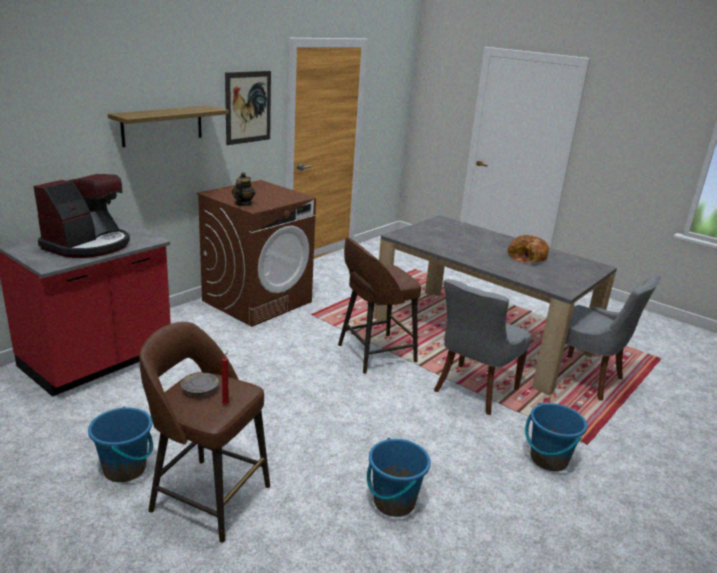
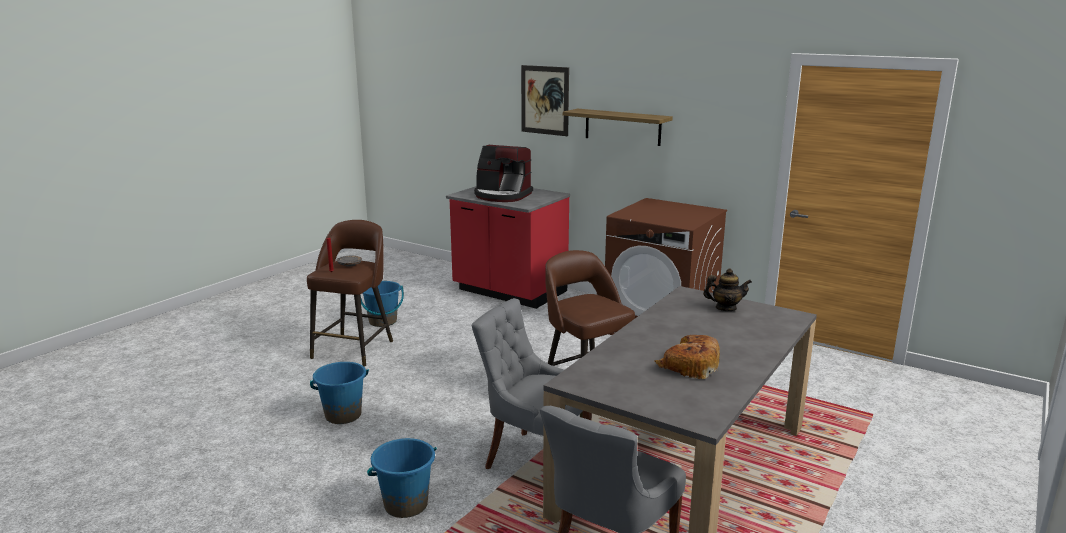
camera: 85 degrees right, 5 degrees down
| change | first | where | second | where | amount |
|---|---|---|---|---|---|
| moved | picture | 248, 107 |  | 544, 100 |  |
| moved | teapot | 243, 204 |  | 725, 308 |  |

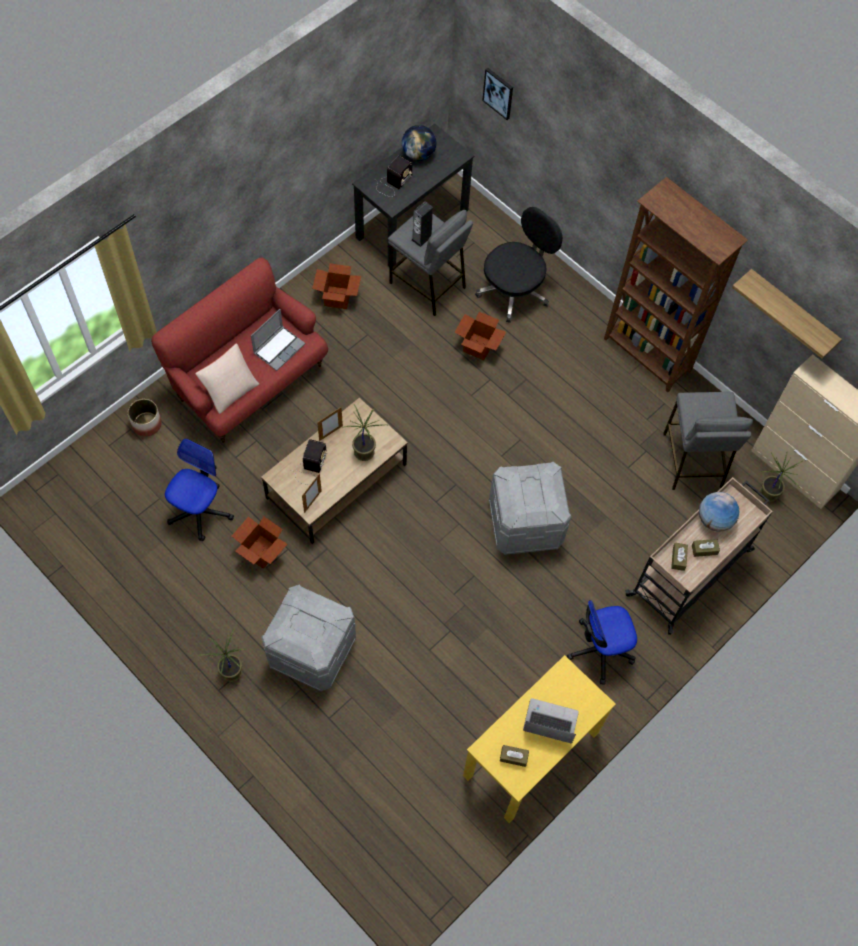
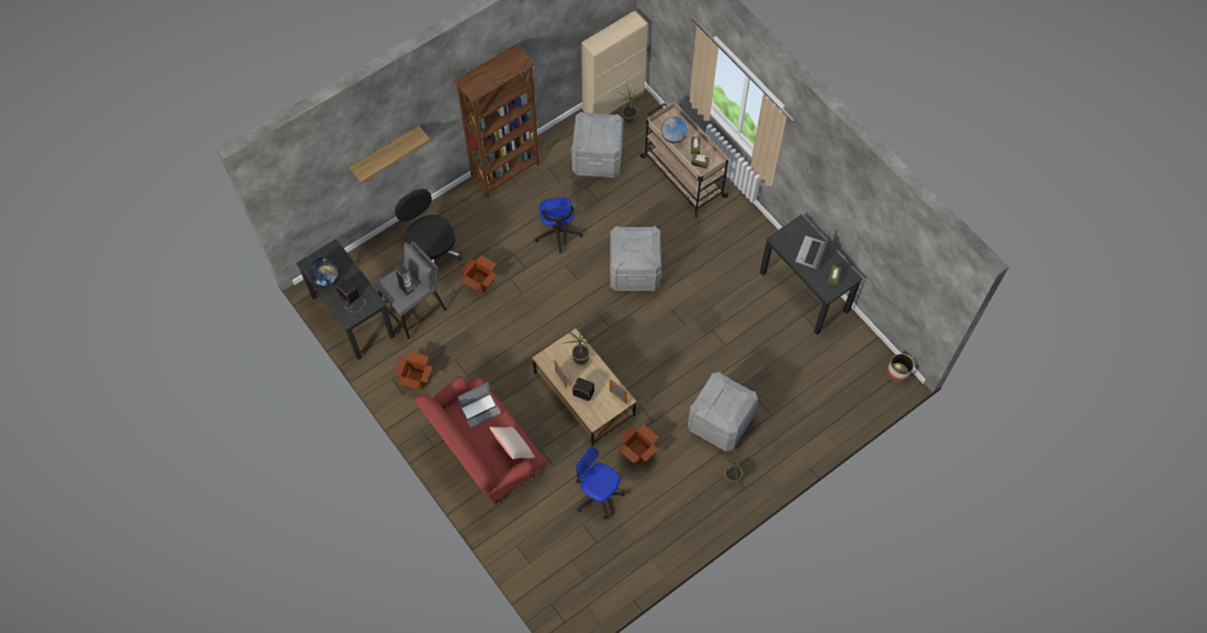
camera: 80 degrees left, 0 degrees up
| change | first | where | second | where | amount |
|---|---|---|---|---|---|
| moved | planter | 147, 424 |  | 897, 372 |  |
| turned | laptop | 279, 348 |  | 480, 409 | 105 degrees clockwise |
| recoloured | yellow desk | 531, 754 | black desk | 804, 292 |  |
| removed | picture | 498, 93 |  |  |  |
| moved | office chair | 600, 650 |  | 558, 233 |  |
| replaced | grey stool | 692, 461 | grey storage box | 597, 159 |  |
| moved | shelf | 791, 312 |  | 385, 152 |  |

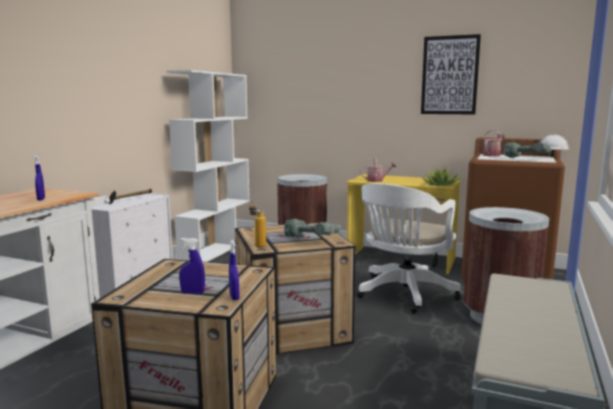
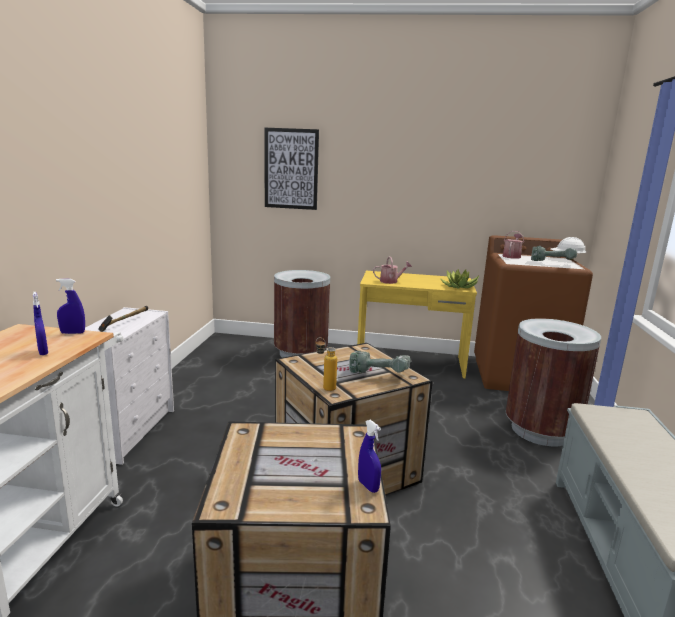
camera: 15 degrees left, 5 degrees up
| change | first | where | second | where | amount |
|---|---|---|---|---|---|
| removed | white bookcase | 216, 249 |  |  |  |
| moved | blue spray bottle | 192, 293 |  | 73, 333 |  |
| removed | white office chair | 403, 294 |  |  |  |
| moved | picture | 449, 75 |  | 291, 169 |  |

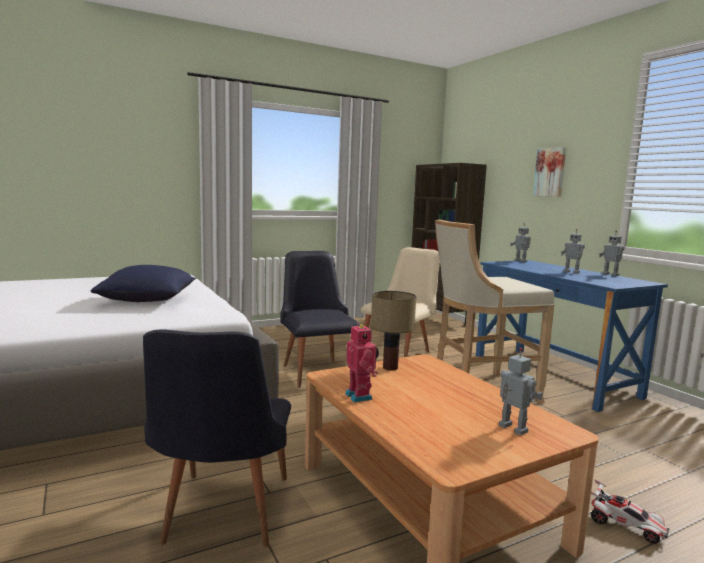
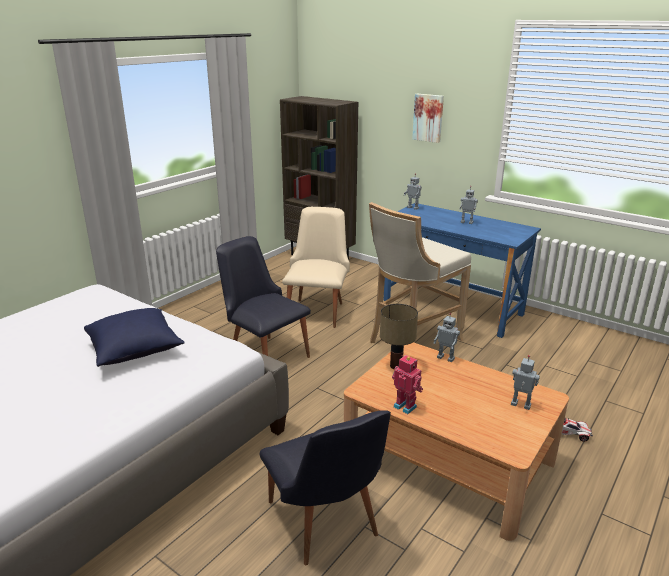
camera: 25 degrees left, 15 degrees up
| change | first | where | second | where | amount |
|---|---|---|---|---|---|
| moved | toy robot | 611, 274 |  | 446, 358 |  |

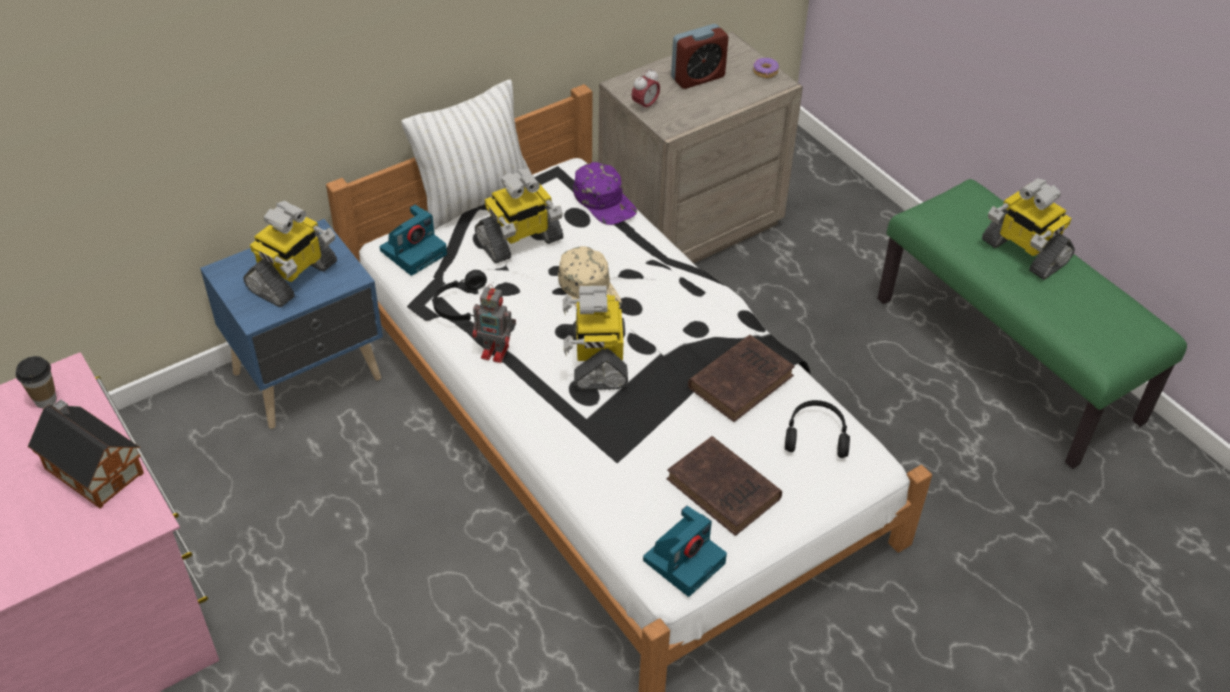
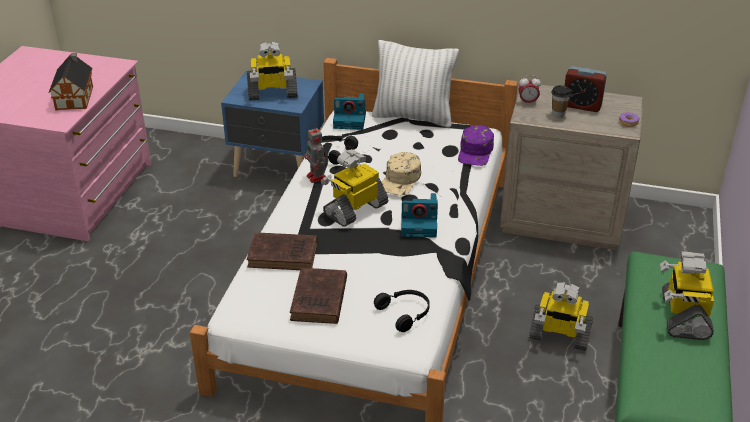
camera: 50 degrees right, 10 degrees down
| change | first | where | second | where | amount |
|---|---|---|---|---|---|
| moved | cup | 45, 400 |  | 558, 114 |  |
| moved | toy robot | 519, 241 |  | 559, 335 |  |
| moved | photo camera | 684, 560 |  | 420, 225 |  |
| moved | brown book | 742, 380 |  | 285, 255 |  |

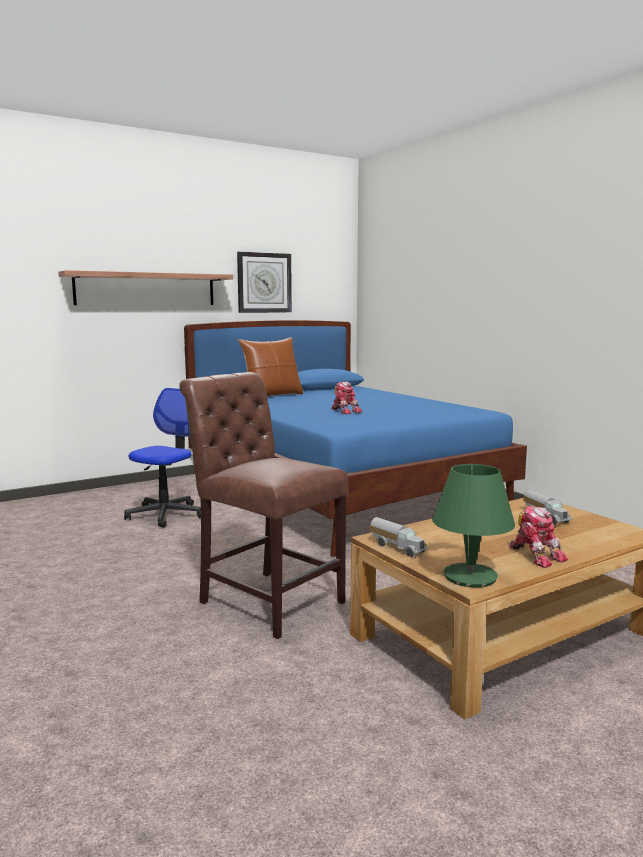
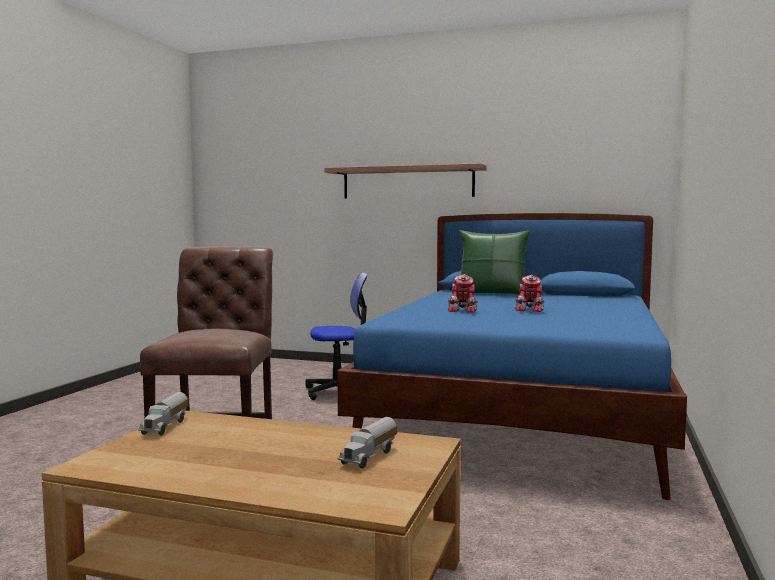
camera: 50 degrees right, 5 degrees down
| change | first | where | second | where | amount |
|---|---|---|---|---|---|
| removed | wall clock | 264, 283 |  |  |  |
| recoloured | brown pillow | 272, 395 | green pillow | 492, 294 |  |
| removed | green table lamp | 471, 576 |  |  |  |
| moved | toy robot | 536, 555 |  | 531, 309 |  |

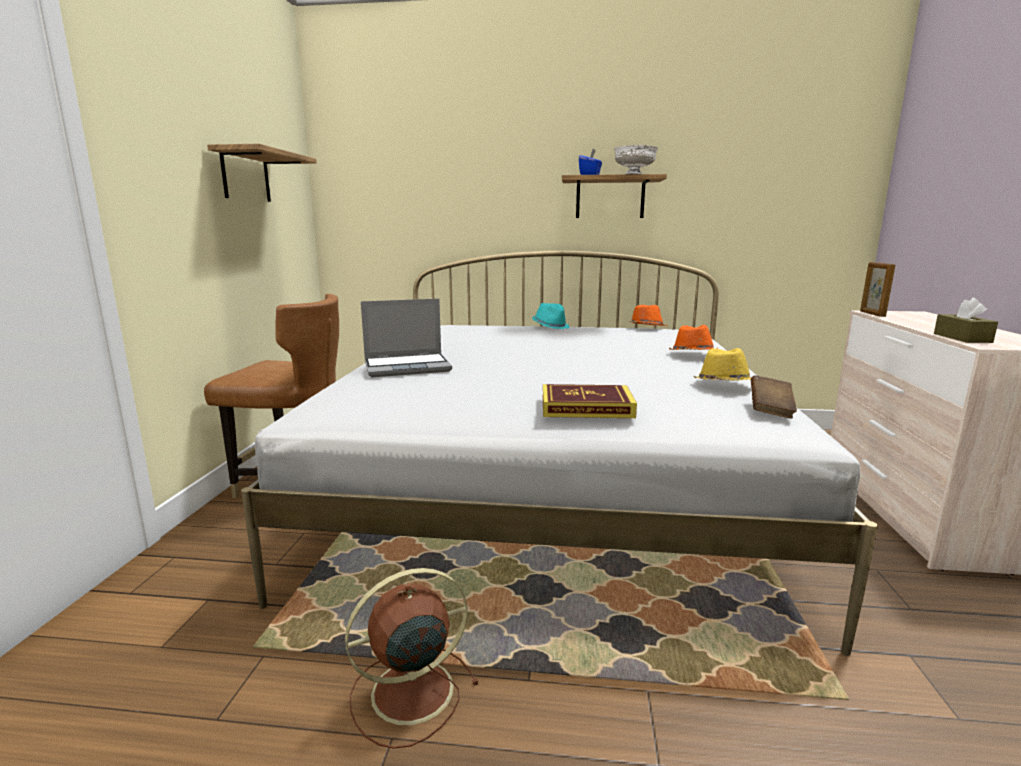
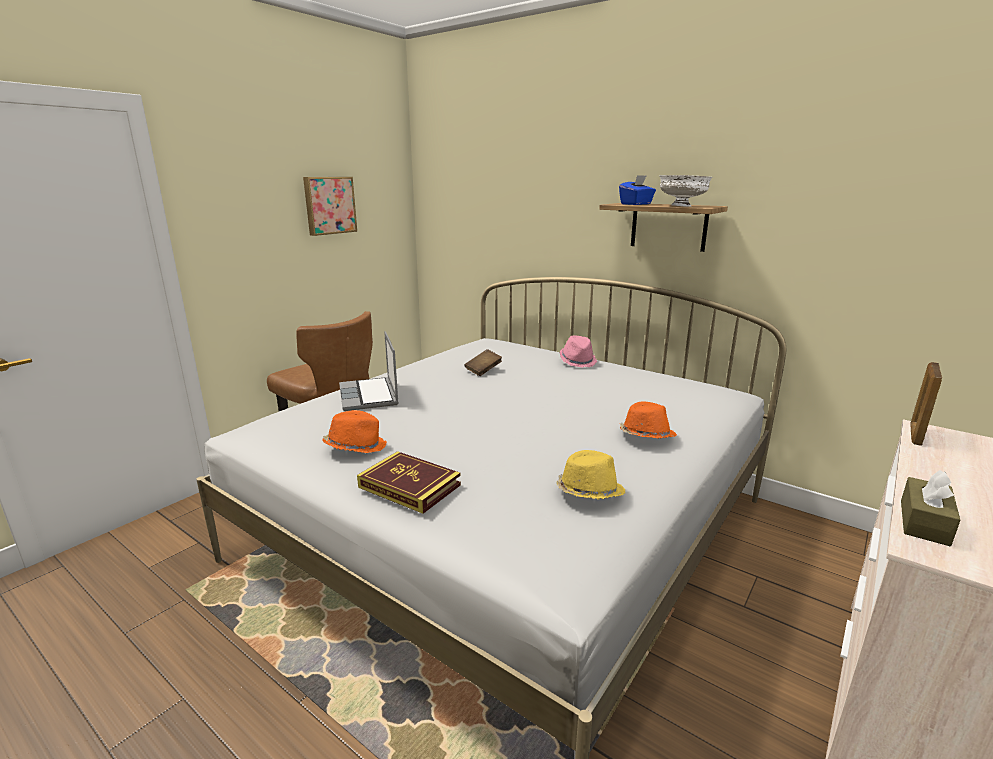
camera: 30 degrees right, 5 degrees up
| change | first | where | second | where | amount |
|---|---|---|---|---|---|
| replaced | shelf | 246, 176 | picture | 329, 205 |  |
| removed | brown fan | 408, 692 |  |  |  |
| turned | laptop | 408, 367 |  | 369, 396 | 60 degrees clockwise |
| recoloured | turquoise hat | 550, 326 | pink hat | 578, 361 |  |
| moved | orange hat | 646, 328 |  | 355, 446 |  |
| moved | brown book | 770, 410 |  | 483, 370 |  |

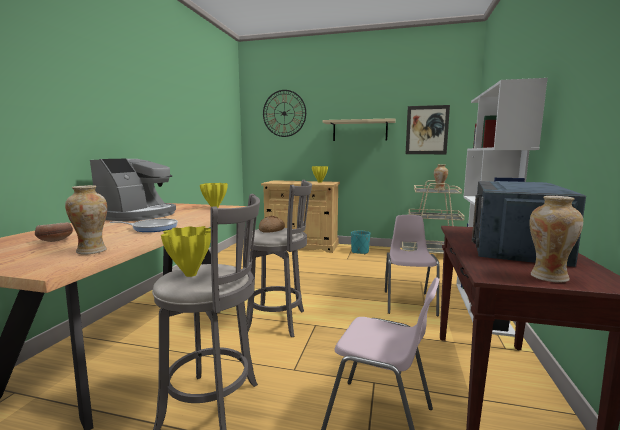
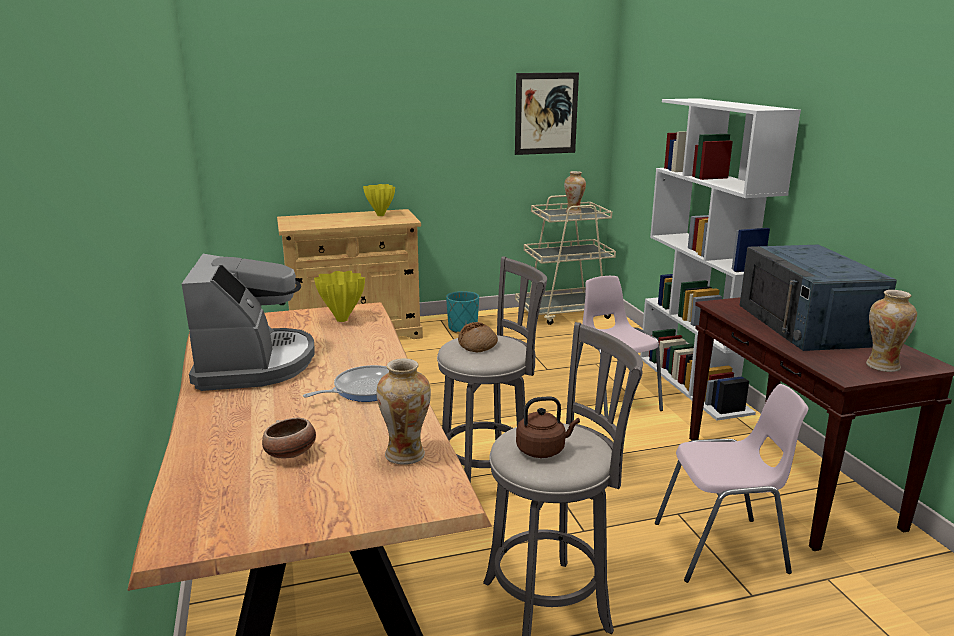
camera: 30 degrees left, 10 degrees up
| change | first | where | second | where | amount |
|---|---|---|---|---|---|
| replaced | yellow vase | 190, 274 | brown kettle | 543, 450 |  |
| removed | wall clock | 284, 113 |  |  |  |
| removed | beige shelf | 360, 130 |  |  |  |

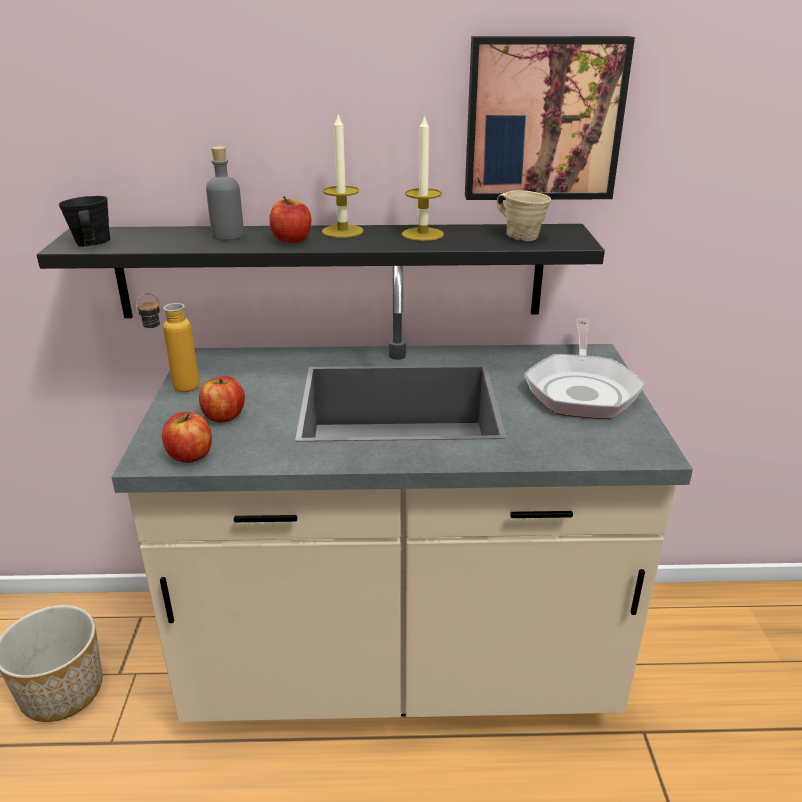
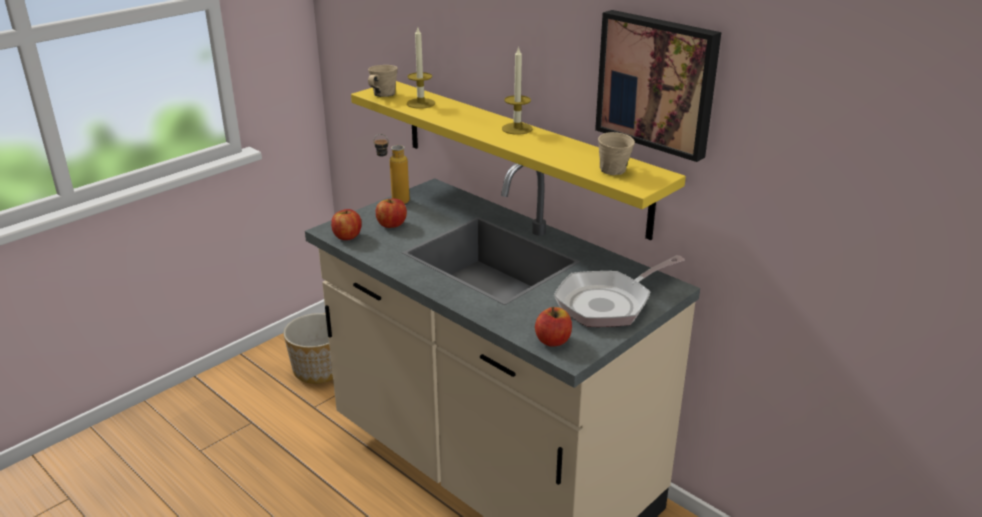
camera: 45 degrees right, 0 degrees up
| change | first | where | second | where | amount |
|---|---|---|---|---|---|
| recoloured | black shelf | 330, 271 | yellow shelf | 520, 155 |  |
| recoloured | black mug | 92, 243 | beige mug | 383, 95 |  |
| removed | grey bottle | 228, 235 |  |  |  |
| moved | apple | 291, 240 |  | 553, 340 |  |
| moved | candle | 422, 234 |  | 421, 103 |  |

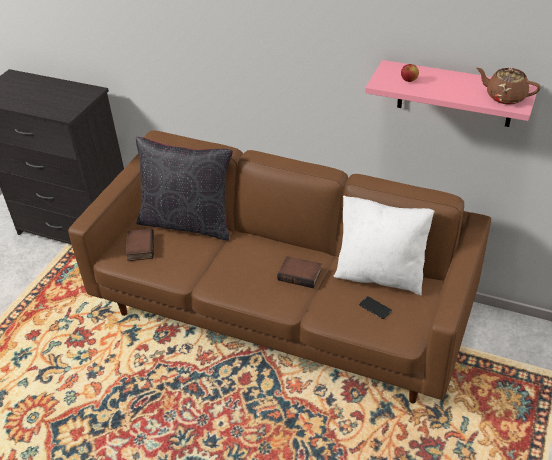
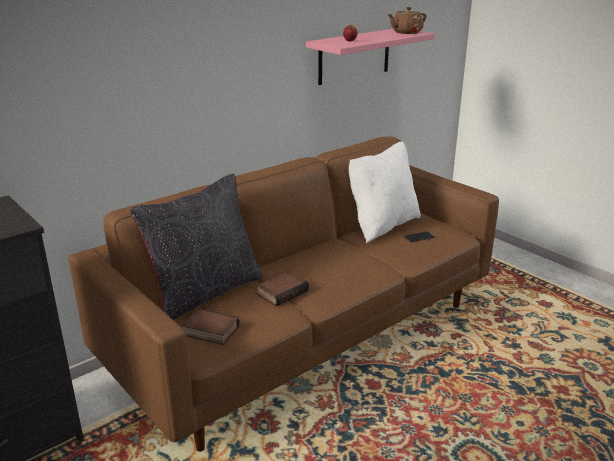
camera: 65 degrees left, 15 degrees down
| change | first | where | second | where | amount |
|---|---|---|---|---|---|
| moved | book | 300, 274 |  | 282, 292 |  |

